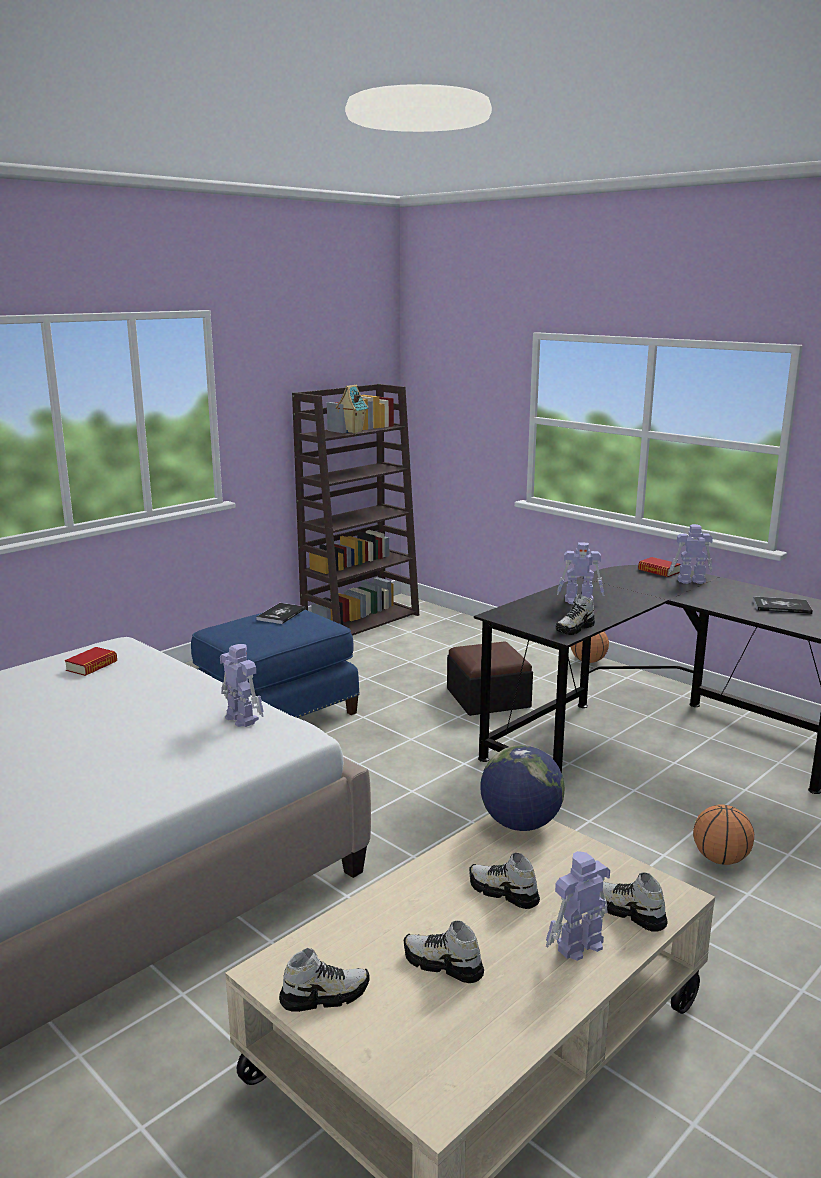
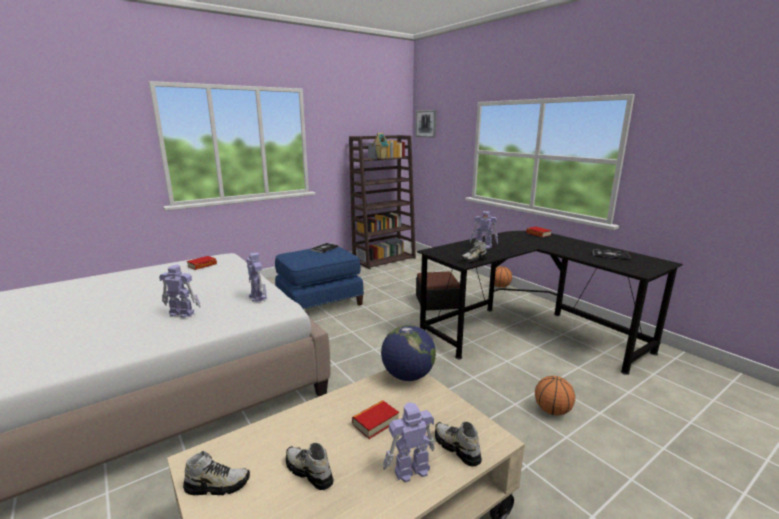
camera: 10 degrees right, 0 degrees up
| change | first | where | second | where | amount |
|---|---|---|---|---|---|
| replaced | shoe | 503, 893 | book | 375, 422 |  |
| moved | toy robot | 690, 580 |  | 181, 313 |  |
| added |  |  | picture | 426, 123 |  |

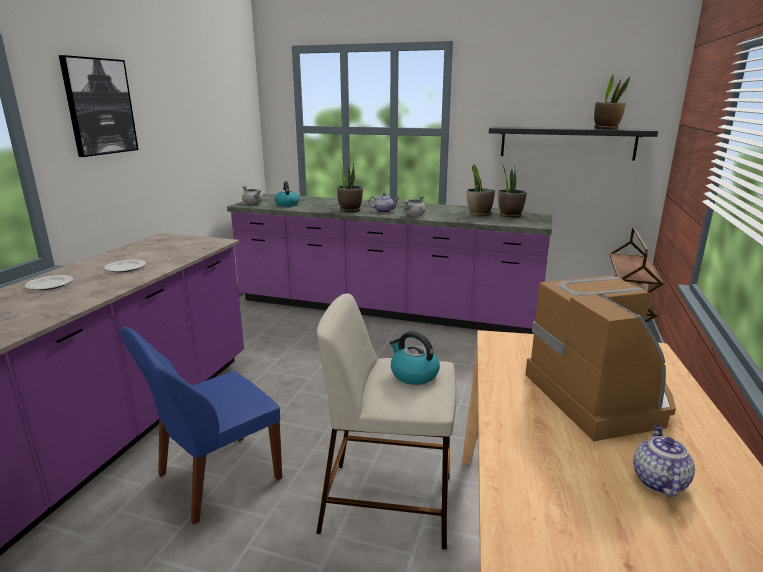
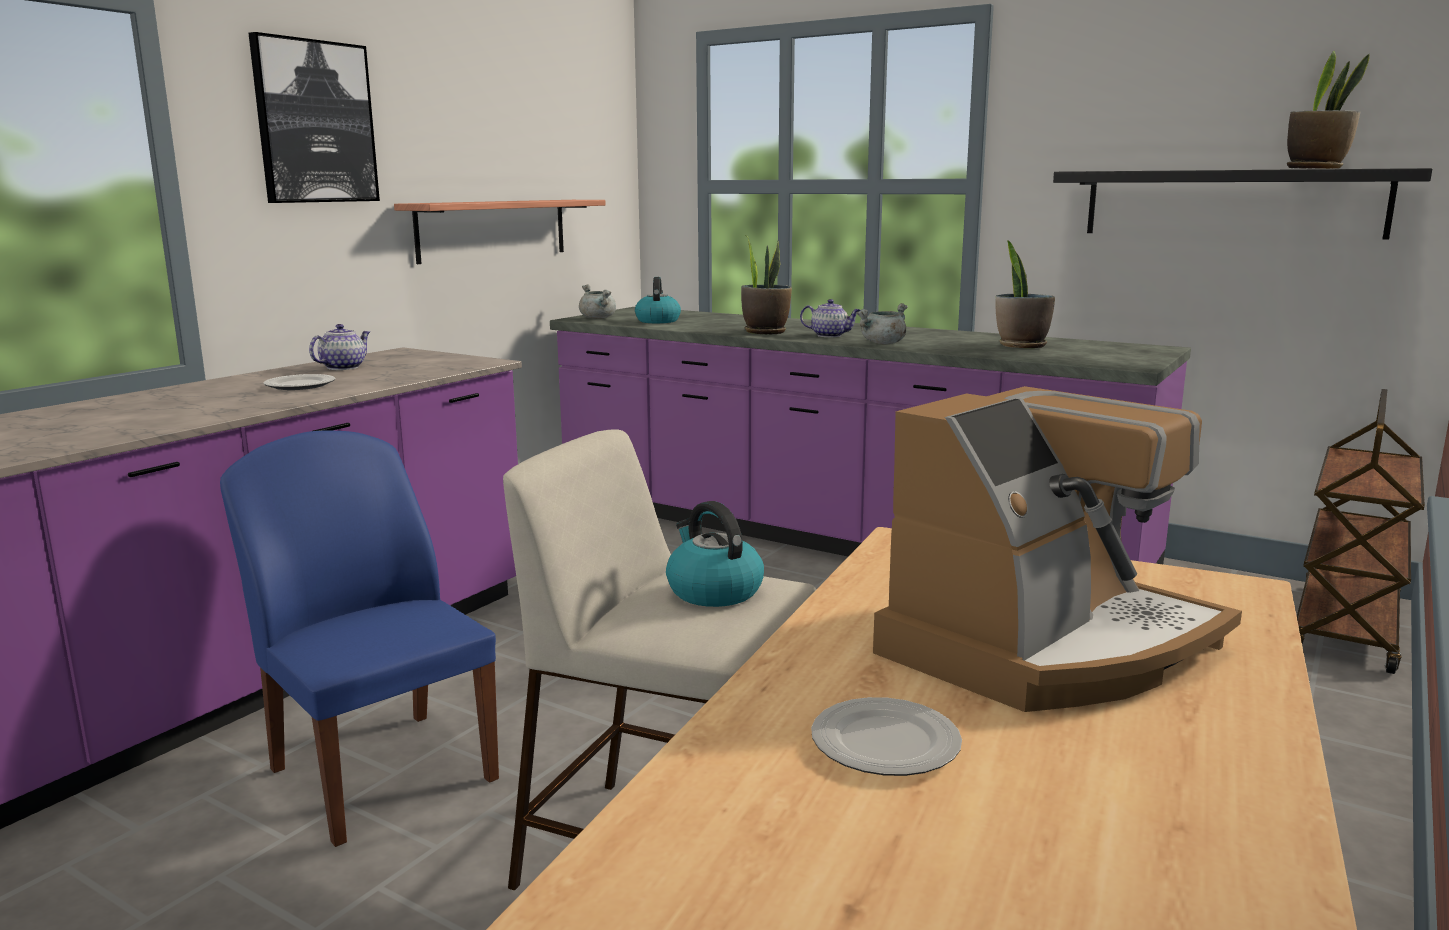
camera: 15 degrees right, 5 degrees down
| change | first | where | second | where | amount |
|---|---|---|---|---|---|
| moved | plate | 49, 285 |  | 884, 744 |  |
| turned | blue chair | 216, 478 |  | 381, 772 | 75 degrees clockwise |
| removed | potted plant | 510, 215 |  |  |  |
| turned | coffee machine | 600, 395 |  | 1048, 646 | 45 degrees clockwise |
| moved | teapot | 658, 481 |  | 343, 367 |  |
| added |  |  | shelf | 493, 229 |  |

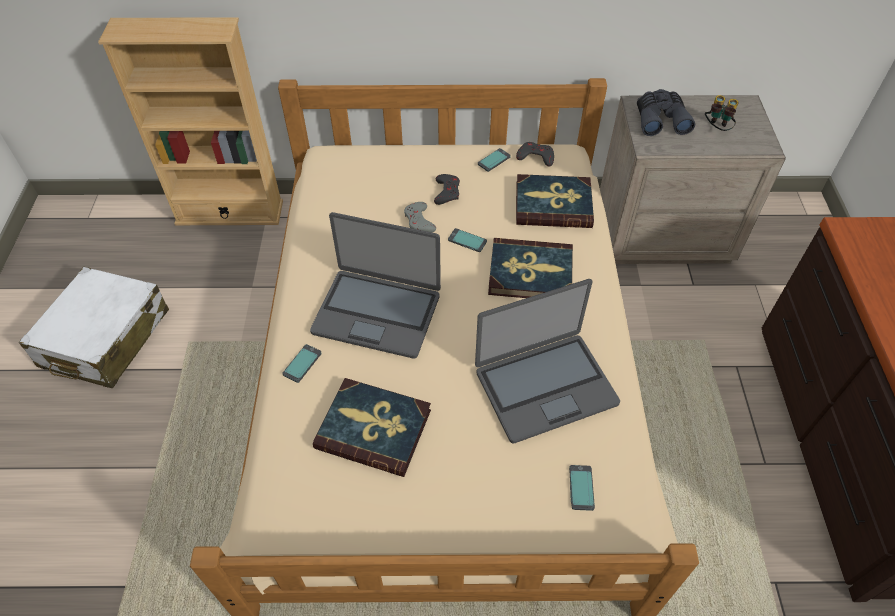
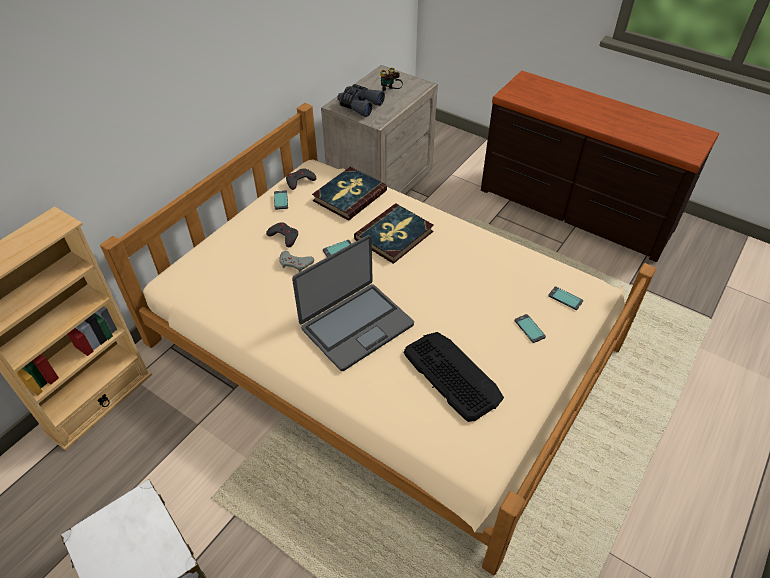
camera: 55 degrees left, 5 degrees down
| change | first | where | second | where | amount |
|---|---|---|---|---|---|
| moved | phone | 302, 363 |  | 529, 329 |  |
| replaced | book | 374, 428 | keyboard | 452, 375 |  |
| removed | laptop | 544, 386 |  |  |  |

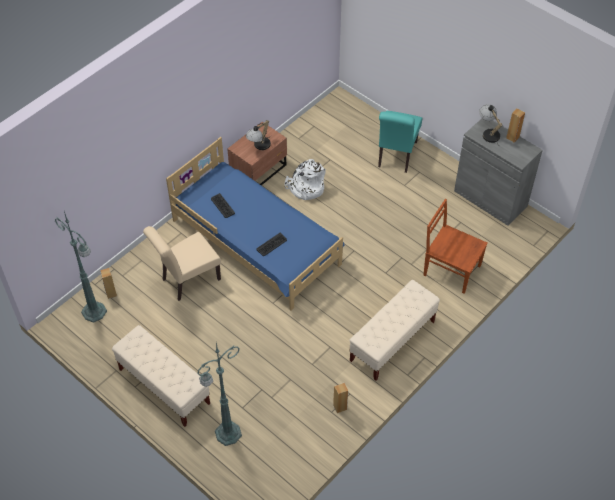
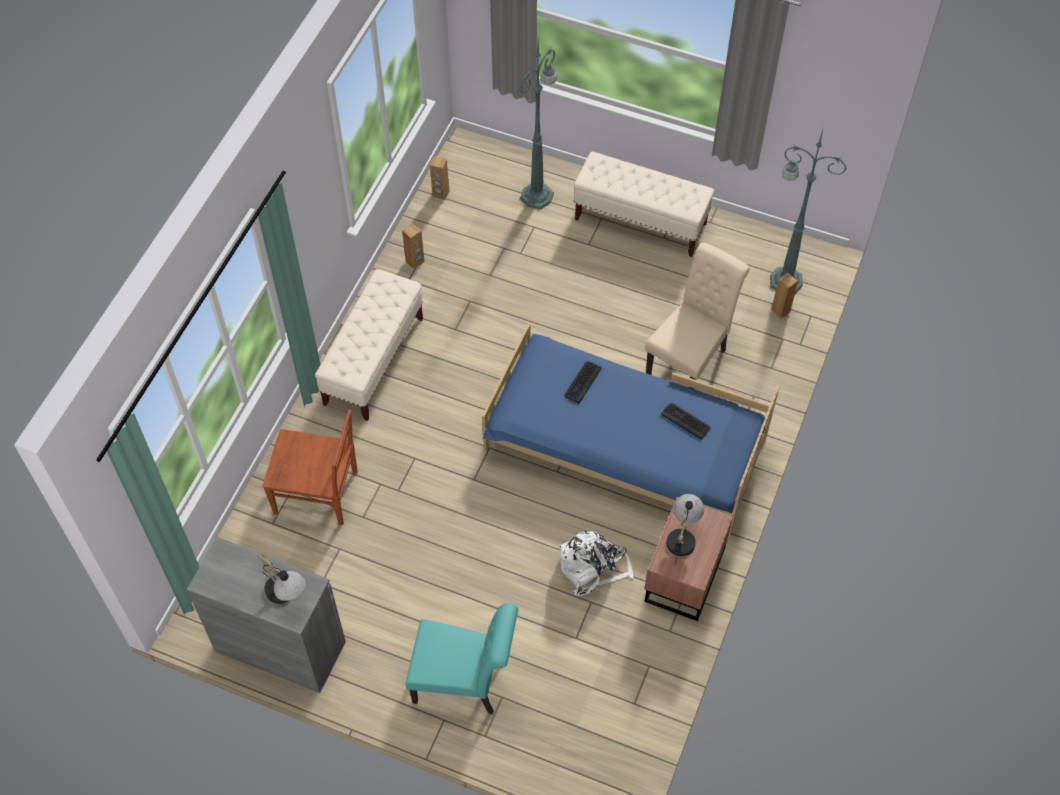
camera: 160 degrees right, 5 degrees up
| change | first | where | second | where | amount |
|---|---|---|---|---|---|
| turned | turquoise chair | 396, 156 |  | 465, 683 | 105 degrees clockwise |
| moved | brown speaker | 512, 137 |  | 440, 194 |  |

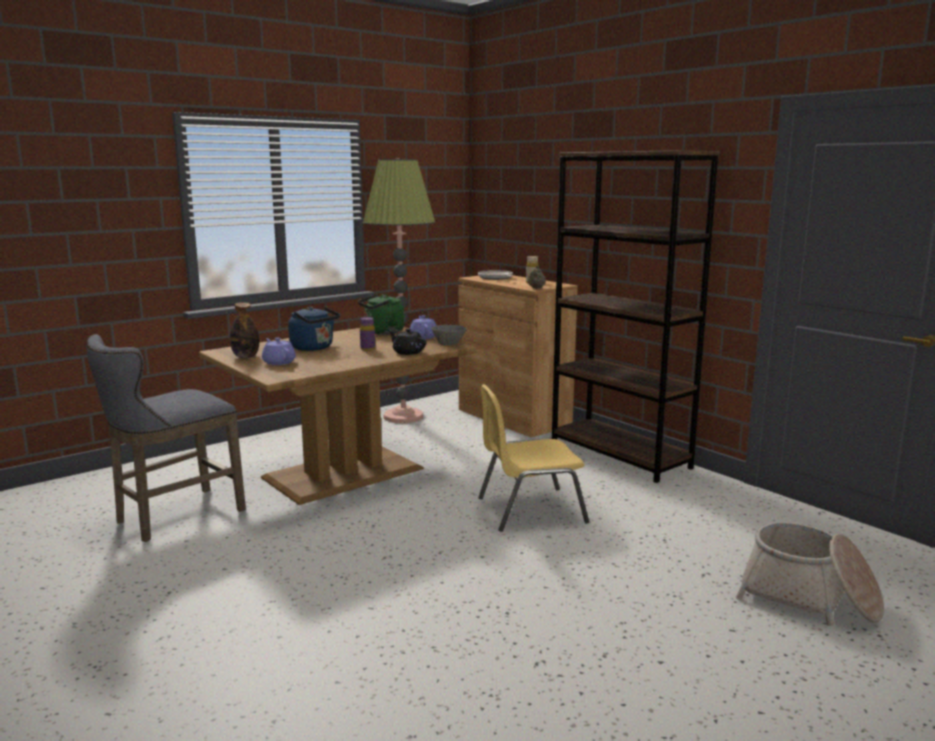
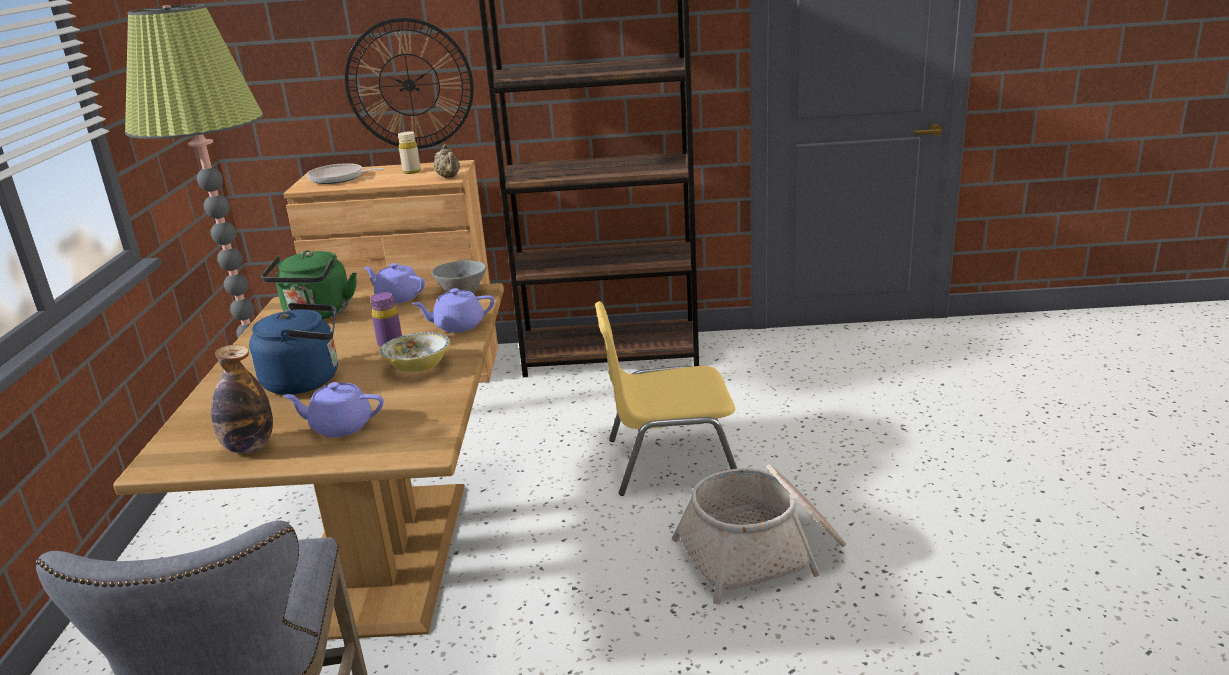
camera: 50 degrees left, 10 degrees up
| change | first | where | second | where | amount |
|---|---|---|---|---|---|
| recoloured | black teapot | 407, 352 | purple teapot | 457, 326 |  |
| turned | yellow chair | 529, 510 |  | 669, 460 | 60 degrees clockwise |
| moved | basket | 809, 598 |  | 762, 552 |  |
| added |  |  | wall clock | 409, 84 |  |
| added |  |  | bowl | 418, 366 |  |

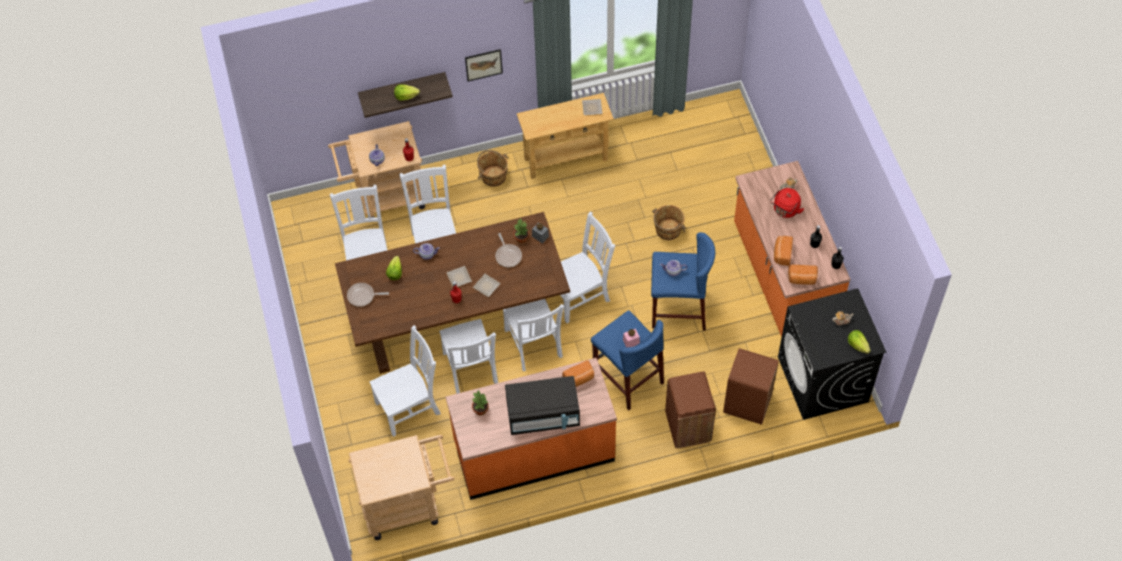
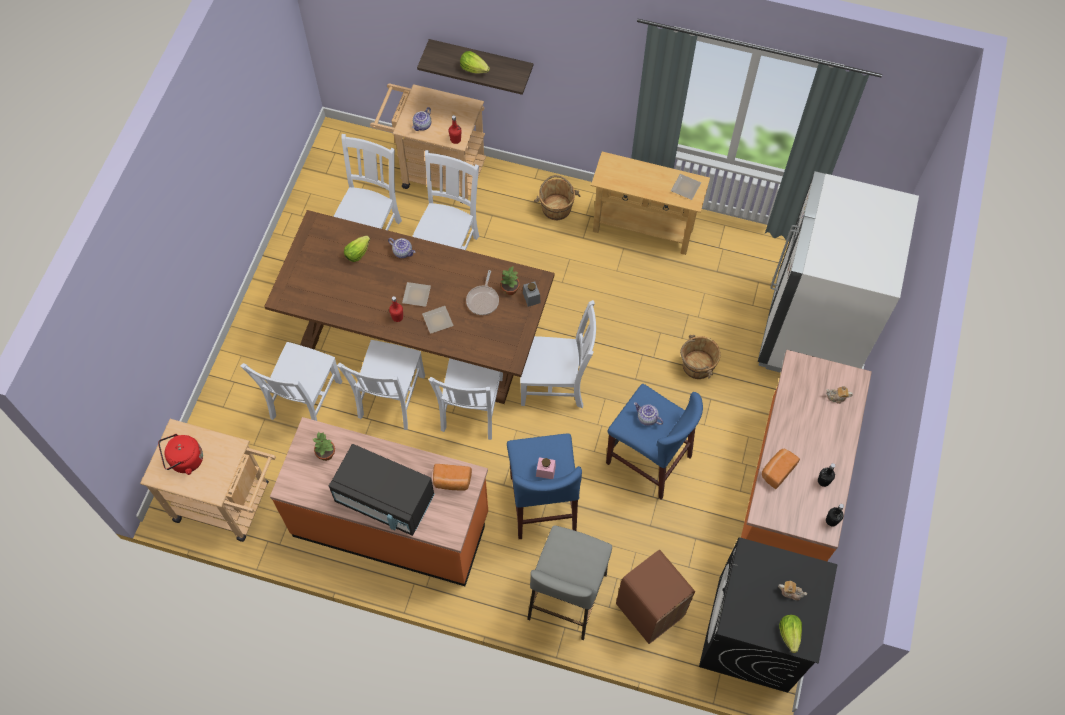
camera: 30 degrees right, 5 degrees up
| change | first | where | second | where | amount |
|---|---|---|---|---|---|
| removed | frying pan | 363, 296 |  |  |  |
| turned | white chair | 410, 407 |  | 305, 402 | 105 degrees clockwise |
| removed | picture | 483, 64 |  |  |  |
| replaced | brown trash can | 687, 427 | grey stool | 567, 597 |  |
| moved | red kettle | 785, 210 |  | 184, 460 |  |
| removed | bread | 802, 279 |  |  |  |
| added |  |  | white fridge | 812, 332 |  |

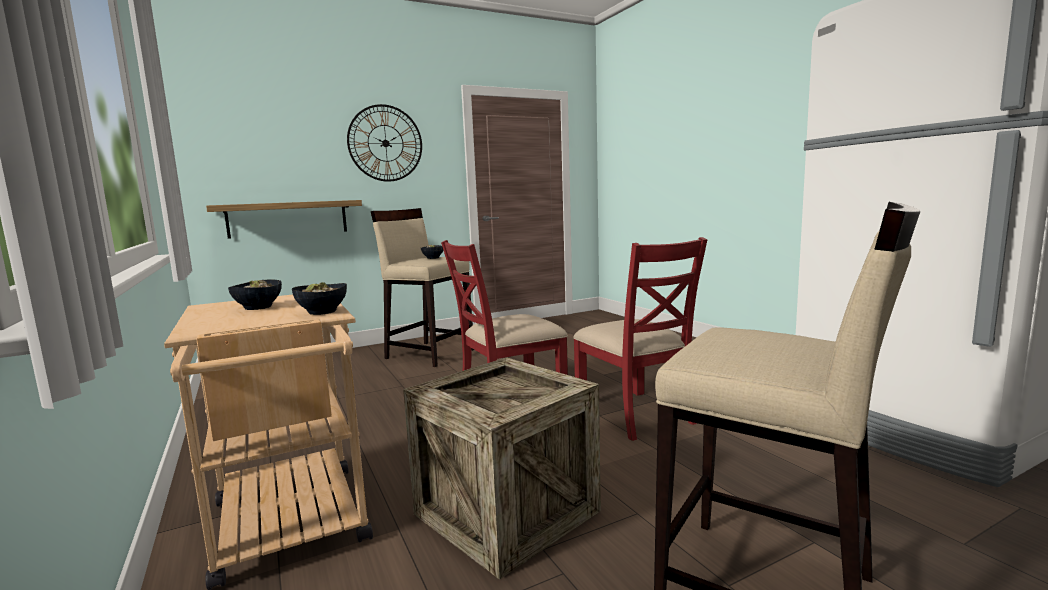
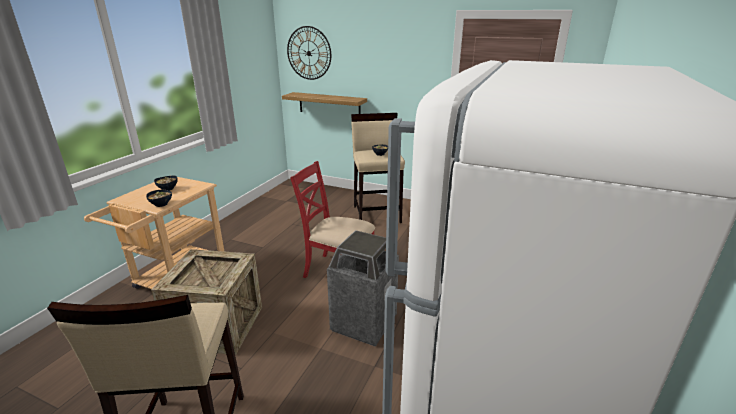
camera: 50 degrees right, 15 degrees up
| change | first | where | second | where | amount |
|---|---|---|---|---|---|
| moved | wall clock | 385, 143 |  | 309, 53 |  |
| replaced | red chair | 635, 414 | trash can | 363, 323 |  |

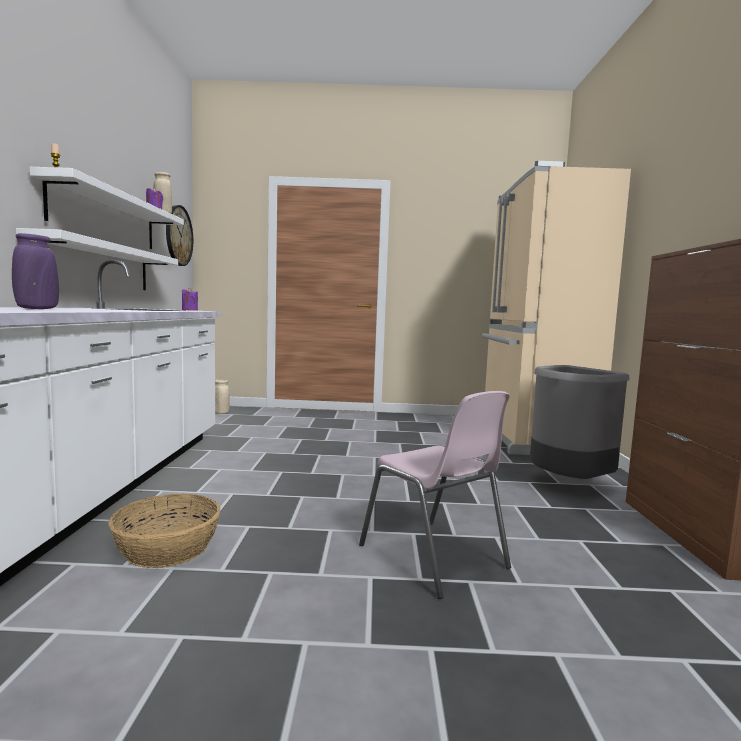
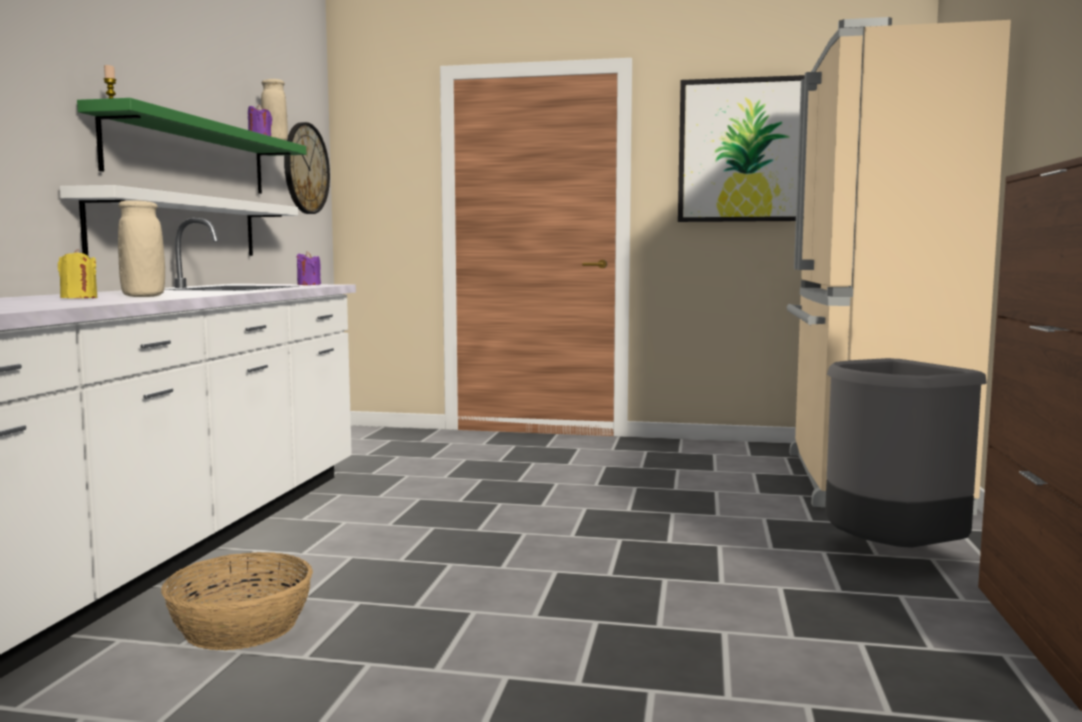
camera: 10 degrees right, 0 degrees up
| change | first | where | second | where | amount |
|---|---|---|---|---|---|
| replaced | purple vase | 37, 309 | yellow candle | 79, 298 |  |
| recoloured | white shelf | 107, 217 | green shelf | 190, 155 |  |
| moved | beige vase | 221, 413 |  | 143, 296 |  |
| removed | pink chair | 434, 557 |  |  |  |
| added |  |  | picture | 750, 150 |  |

